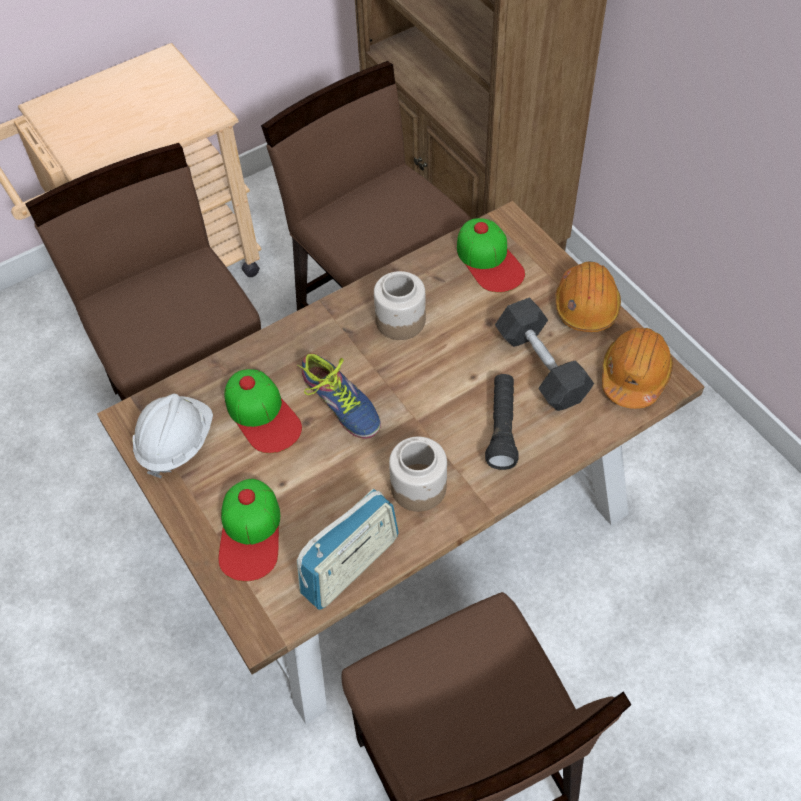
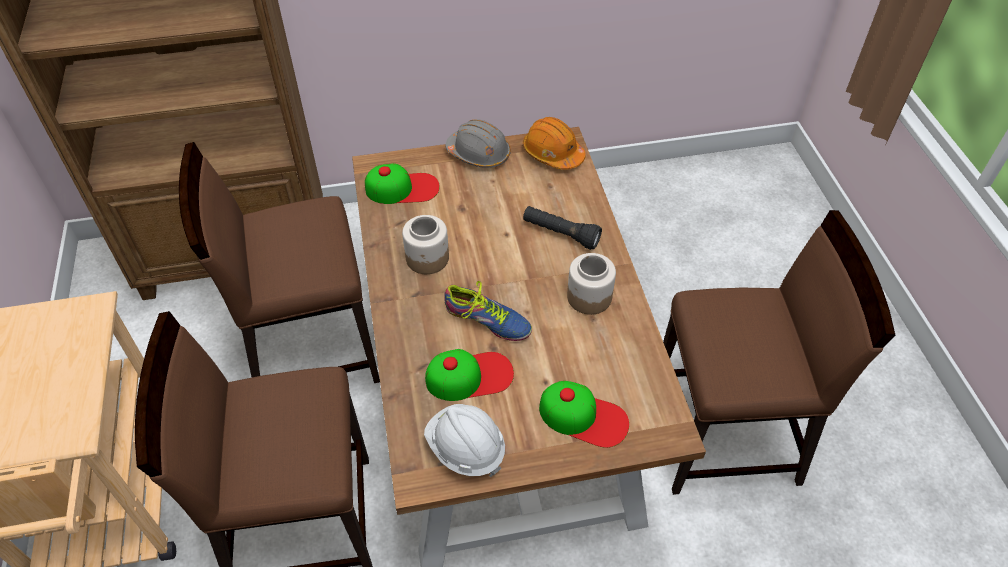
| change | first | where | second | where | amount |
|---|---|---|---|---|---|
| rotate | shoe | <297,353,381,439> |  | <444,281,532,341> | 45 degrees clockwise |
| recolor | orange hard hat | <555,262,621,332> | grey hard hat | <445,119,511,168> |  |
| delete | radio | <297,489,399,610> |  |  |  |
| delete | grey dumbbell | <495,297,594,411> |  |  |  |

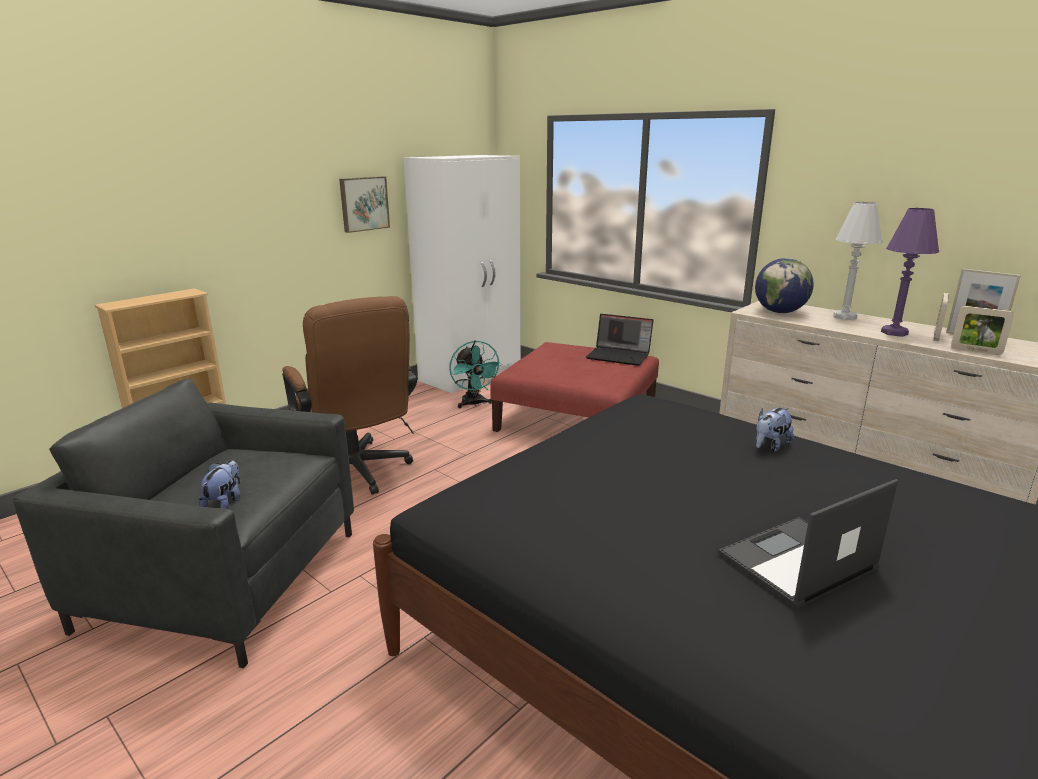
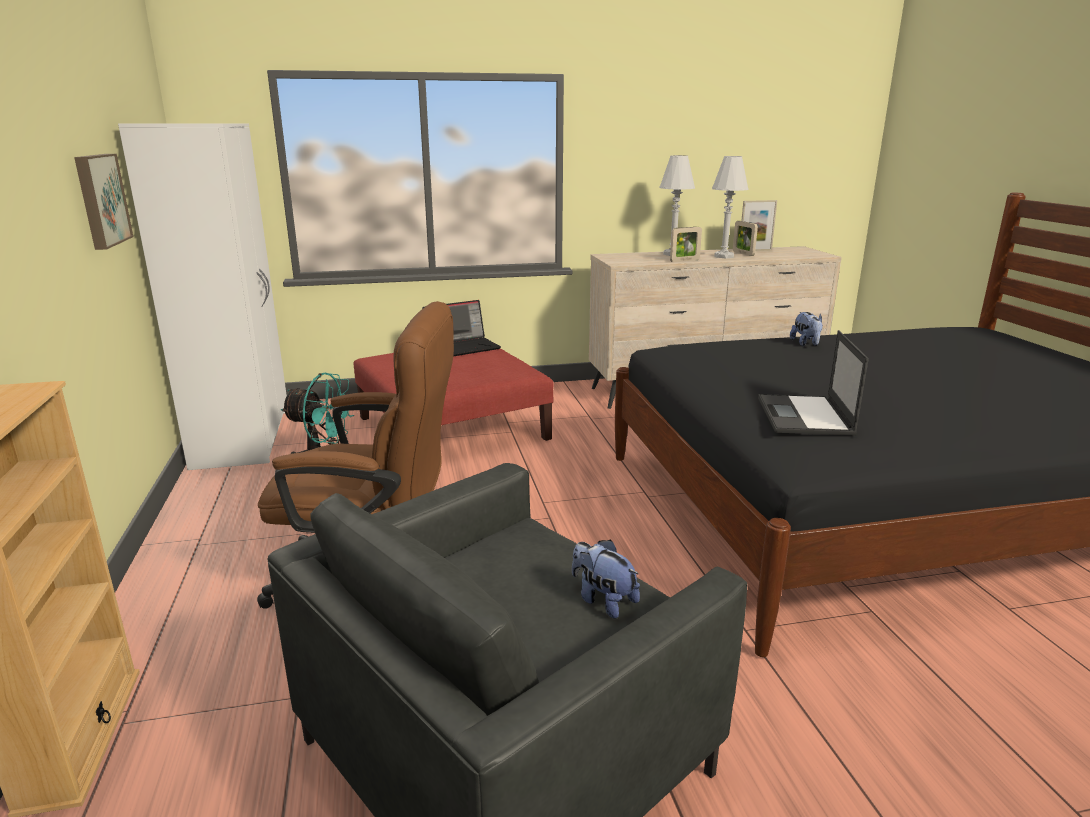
| change | first | where | second | where | amount |
|---|---|---|---|---|---|
| move | picture frame | <951,306,1014,355> |  | <670,227,702,262> |  |
| recolor | purple table lamp | <881,208,939,337> | white table lamp | <712,156,749,259> |  |
| move | laptop | <718,479,898,609> |  | <758,330,869,436> |  |
| delete | globe | <755,258,814,313> |  |  |  |

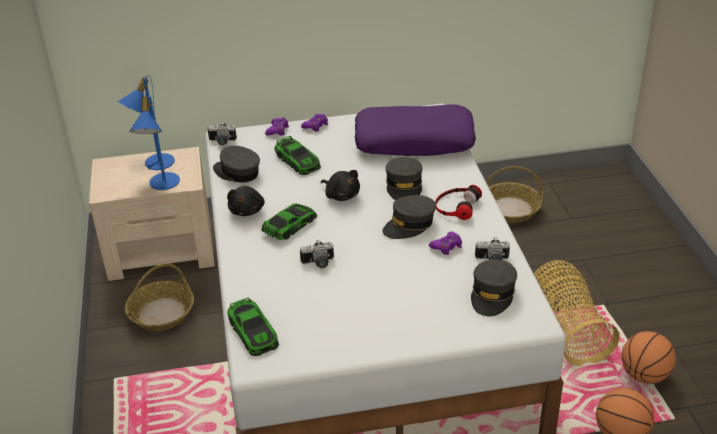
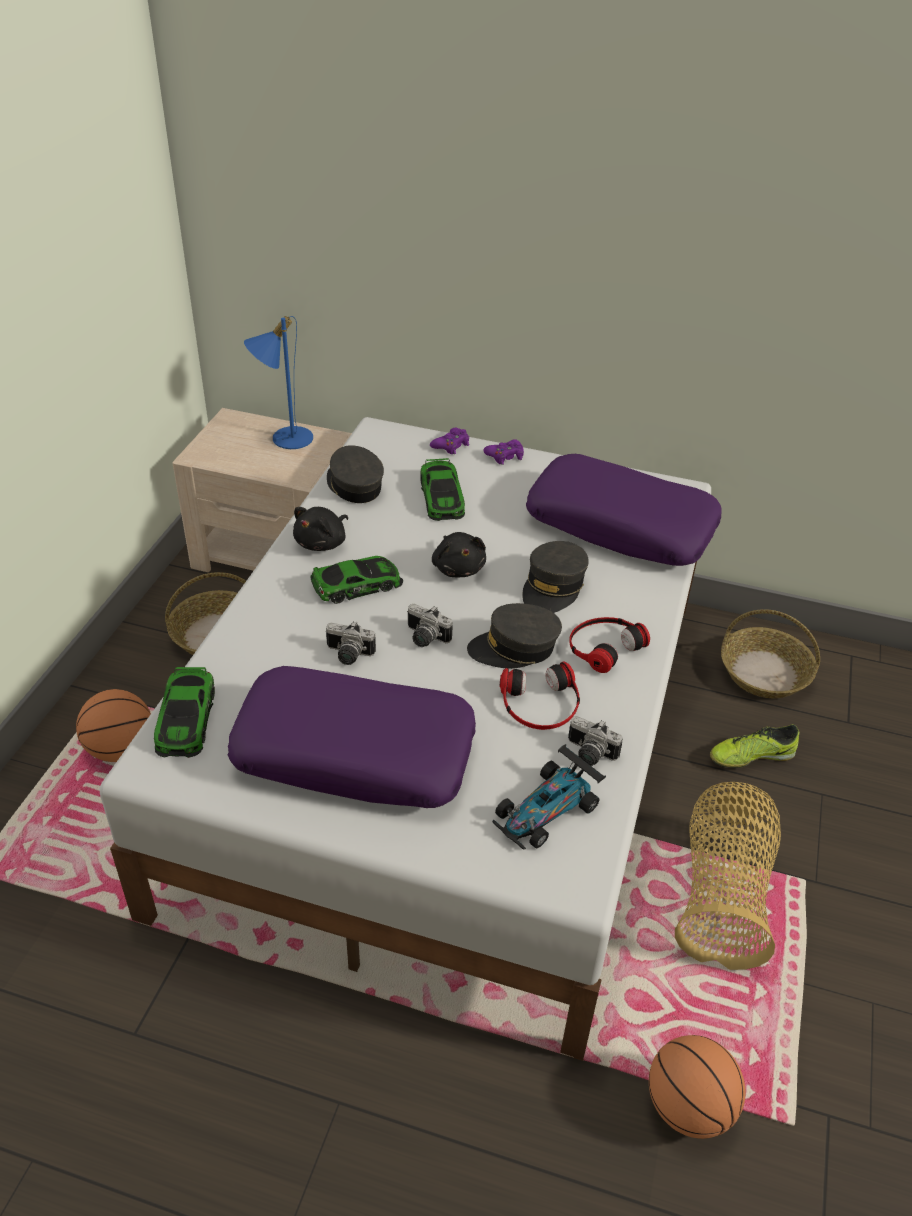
| change | first | where | second | where | amount |
|---|---|---|---|---|---|
| move | basketball | <622,331,676,384> |  | <76,689,151,762> |  |
| insert |  |  | purple pillow | <228,666,476,808> |  |
| move | photo camera | <208,122,237,145> |  | <407,604,453,647> |  |
| replace | grey cap | <471,259,517,316> | toy car | <492,744,606,850> |  |
| replace | purple game controller | <429,231,462,255> | headphones | <500,661,580,730> |  |
| insert |  |  | shoe | <710,724,800,768> |  |
| delete | blue table lamp | <130,94,180,190> |  |  |  |

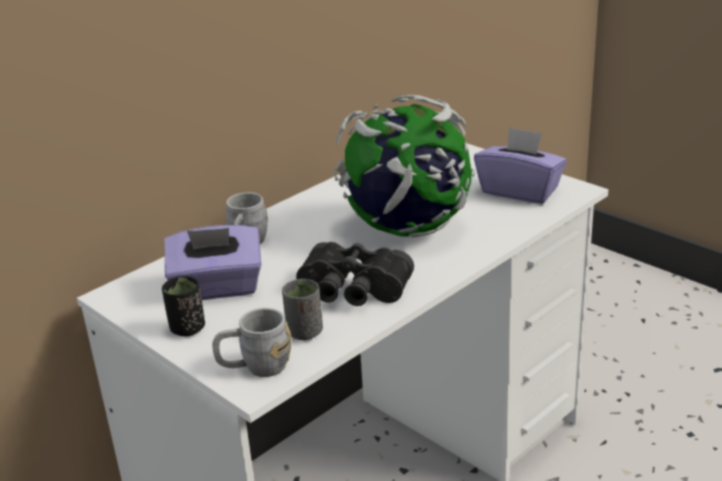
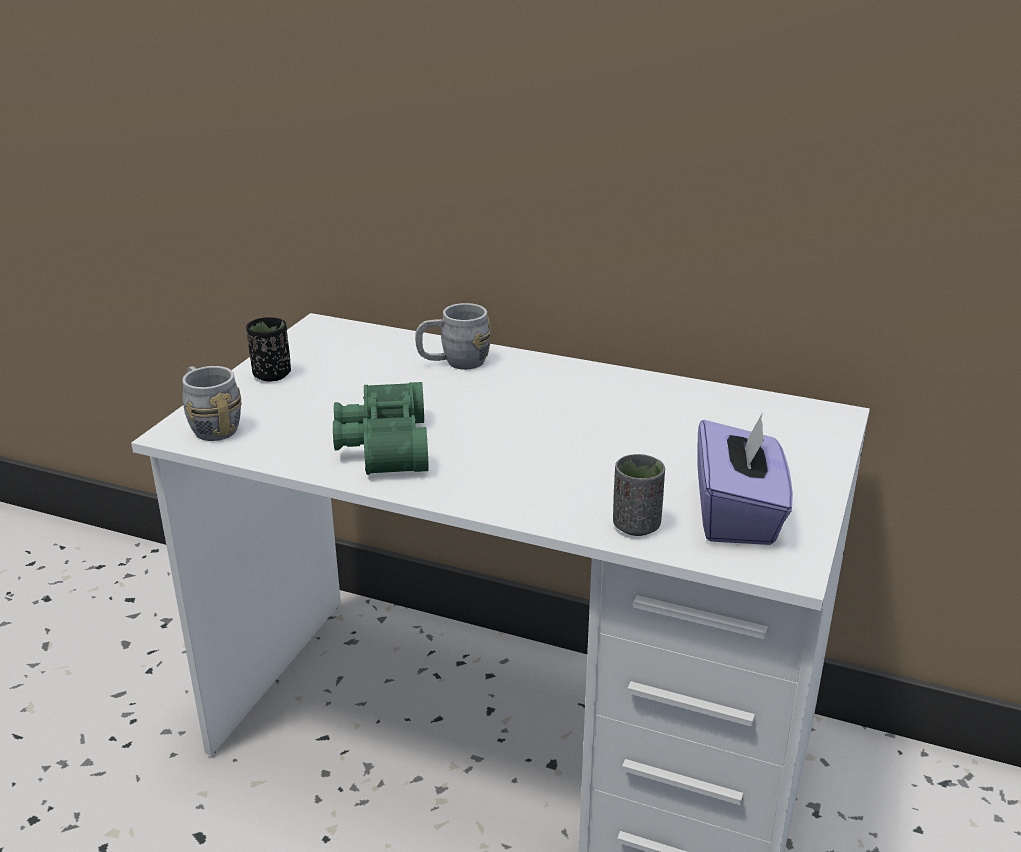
| change | first | where | second | where | amount |
|---|---|---|---|---|---|
| recolor | black binoculars | <296,242,414,306> | green binoculars | <333,382,429,475> |  |
| move | grey cup | <282,279,323,340> |  | <613,454,665,536> |  |
| delete | purple tissue box | <164,225,261,300> |  |  |  |
| delete | globe | <334,95,475,238> |  |  |  |

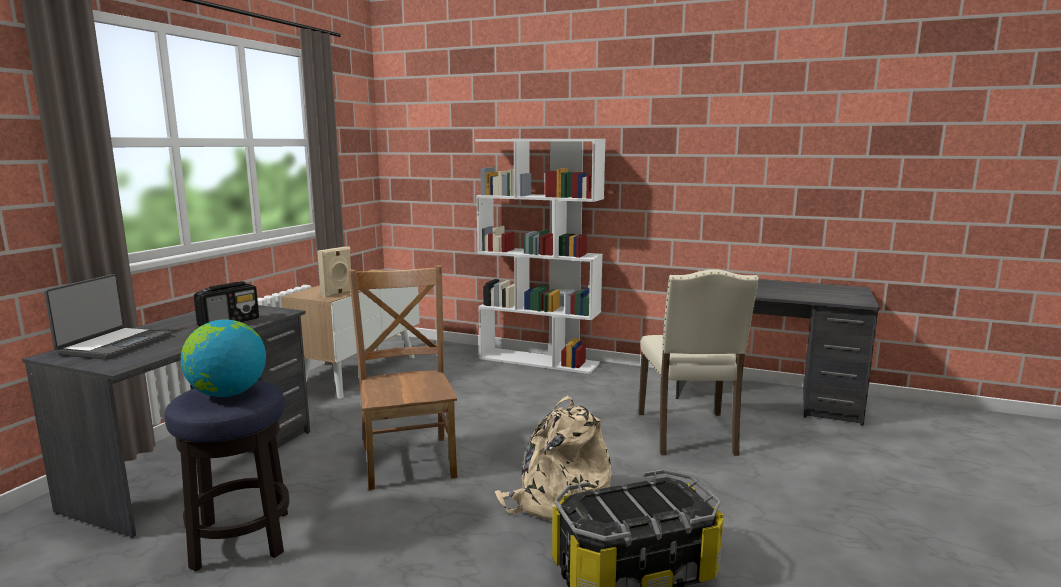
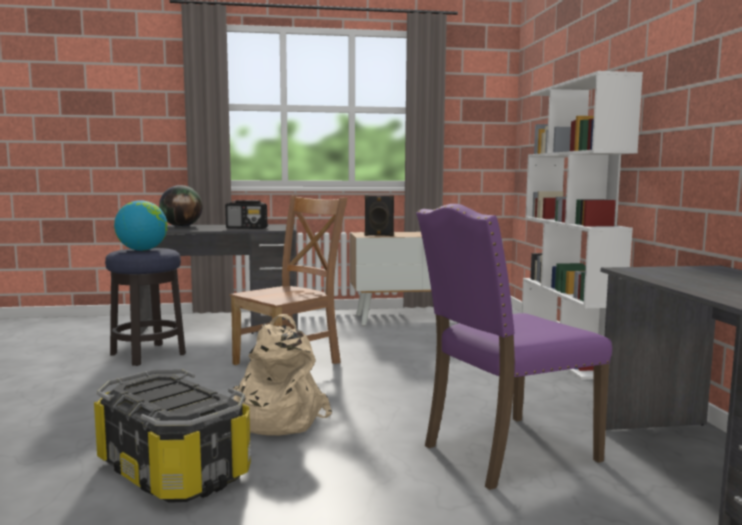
| change | first | where | second | where | amount |
|---|---|---|---|---|---|
| replace | laptop | <44,274,171,360> | globe | <159,185,203,227> |  |
| recolor | beige speaker | <317,247,351,298> | black speaker | <365,195,394,236> |  |
| recolor | beige chair | <639,269,759,456> | purple chair | <416,204,612,490> |  |

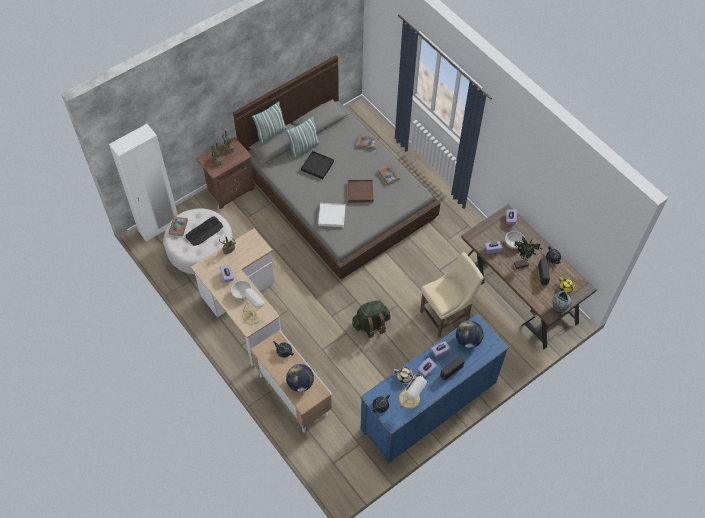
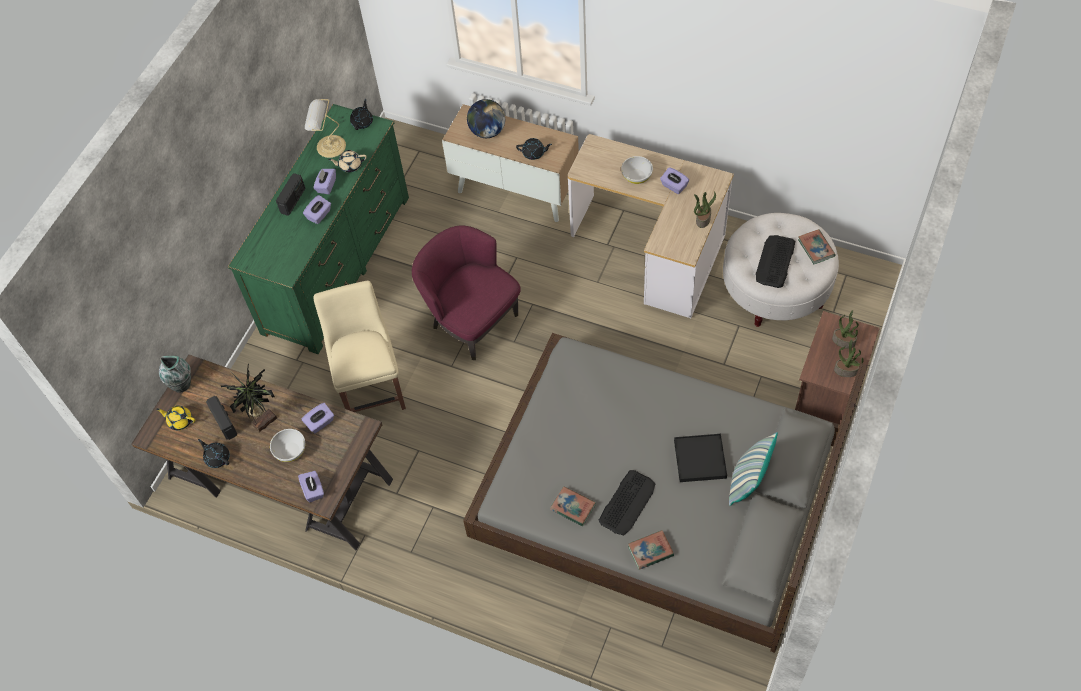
| change | first | where | second | where | amount |
|---|---|---|---|---|---|
| recolor | blue dresser | <360,314,509,463> | green dresser | <228,104,409,354> |  |
| rotate | beige chair | <420,252,484,337> |  | <314,280,406,412> | 135 degrees clockwise |
| replace | green backpack | <352,300,390,338> | purple armchair | <412,225,521,360> |  |
| insert |  |  | keyboard | <598,470,655,535> |  |
| delete | white wardrobe | <109,124,178,242> |  |  |  |
| delete | table lamp | <239,288,265,325> |  |  |  |
| delete | pillow | <252,101,287,144> |  |  |  |
| delete | white tray | <318,203,345,227> |  |  |  |
| delete | brown tray | <348,180,373,203> |  |  |  |
| delete | globe | <456,320,484,348> |  |  |  |

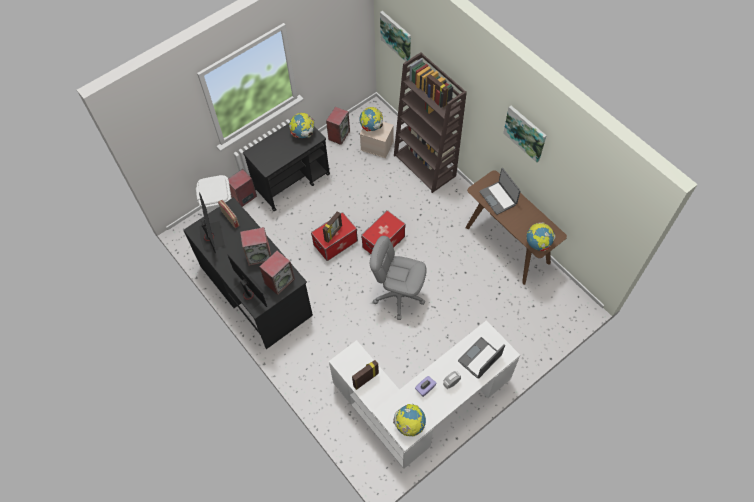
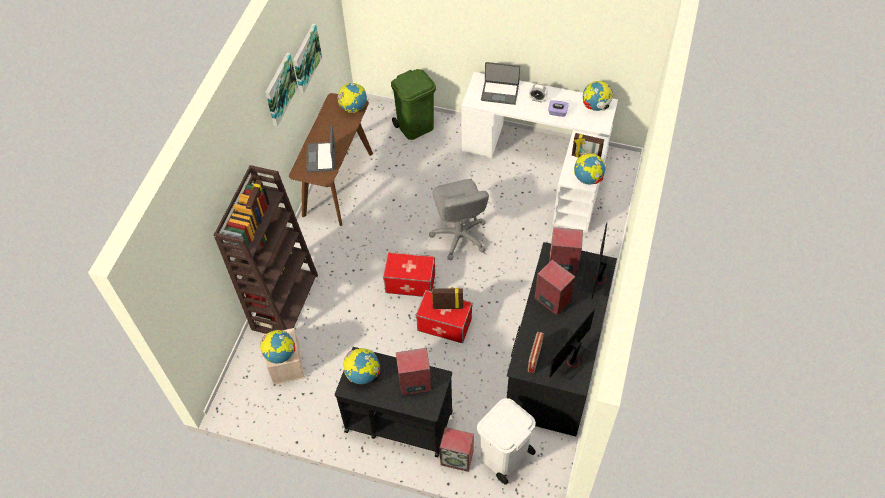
| change | first | where | second | where | amount |
|---|---|---|---|---|---|
| move | picture | <380,11,411,62> |  | <293,24,322,94> |  |
| rotate | laptop | <479,168,520,215> |  | <306,124,335,173> | 150 degrees clockwise |
| insert |  |  | green trash can | <391,69,436,140> |  |
| move | speaker | <326,107,350,145> |  | <396,348,432,395> |  |
| insert |  |  | globe | <574,152,606,184> |  |

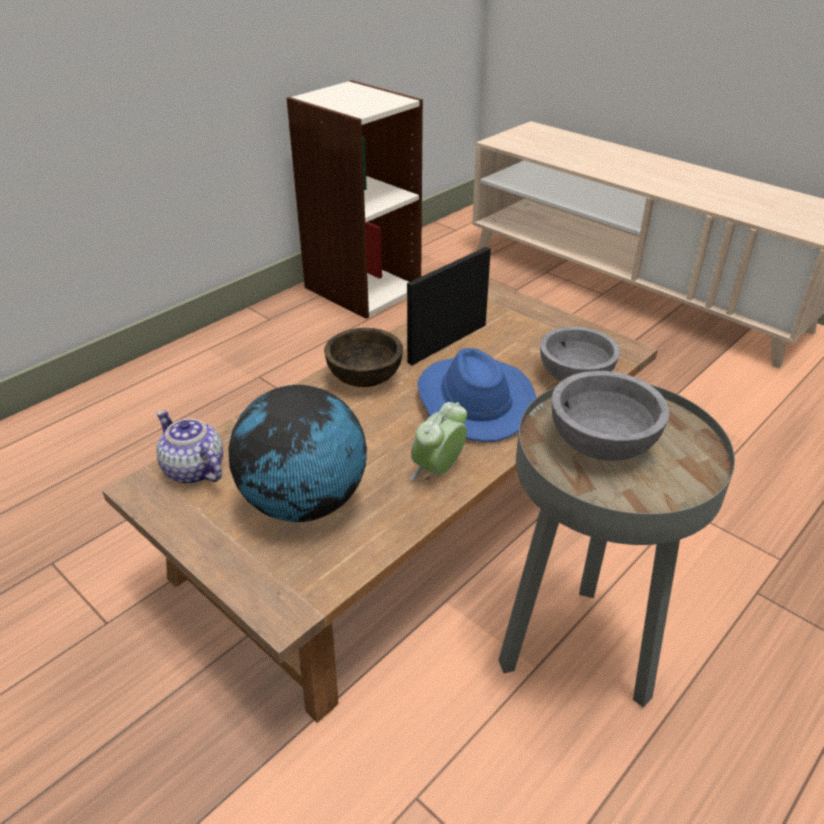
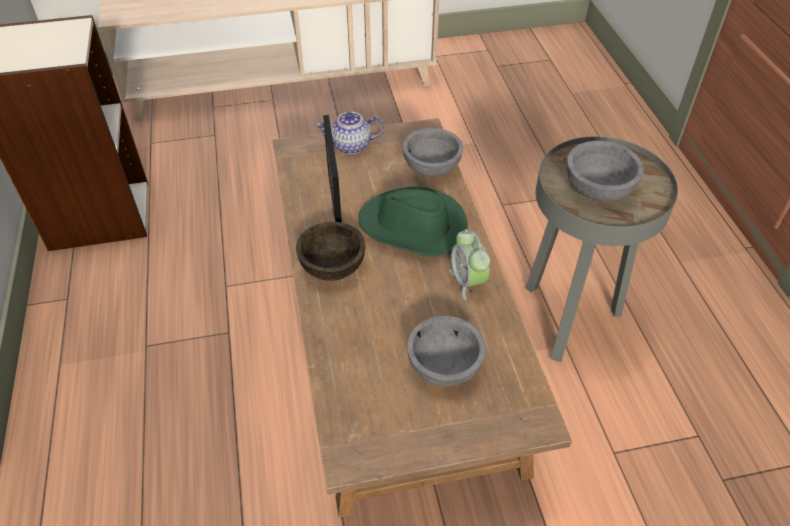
| change | first | where | second | where | amount |
|---|---|---|---|---|---|
| move | teapot | <157,410,223,484> |  | <316,112,384,154> |  |
| recolor | blue hat | <417,348,537,442> | green hat | <358,187,468,257> |  |
| replace | globe | <228,385,367,522> | grey bowl | <407,316,486,387> |  |

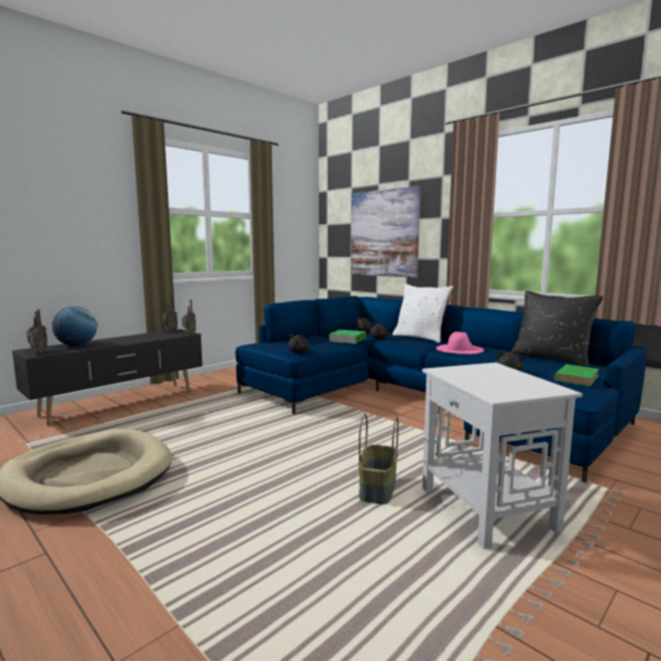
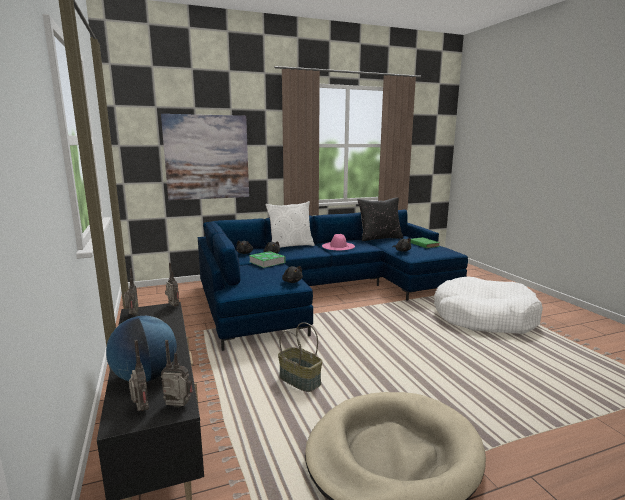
| change | first | where | second | where | amount |
|---|---|---|---|---|---|
| move | basket | <358,413,399,504> |  | <278,322,323,392> |  |
| replace | white side table | <422,362,582,549> | white dog bed | <434,276,543,334> |  |

